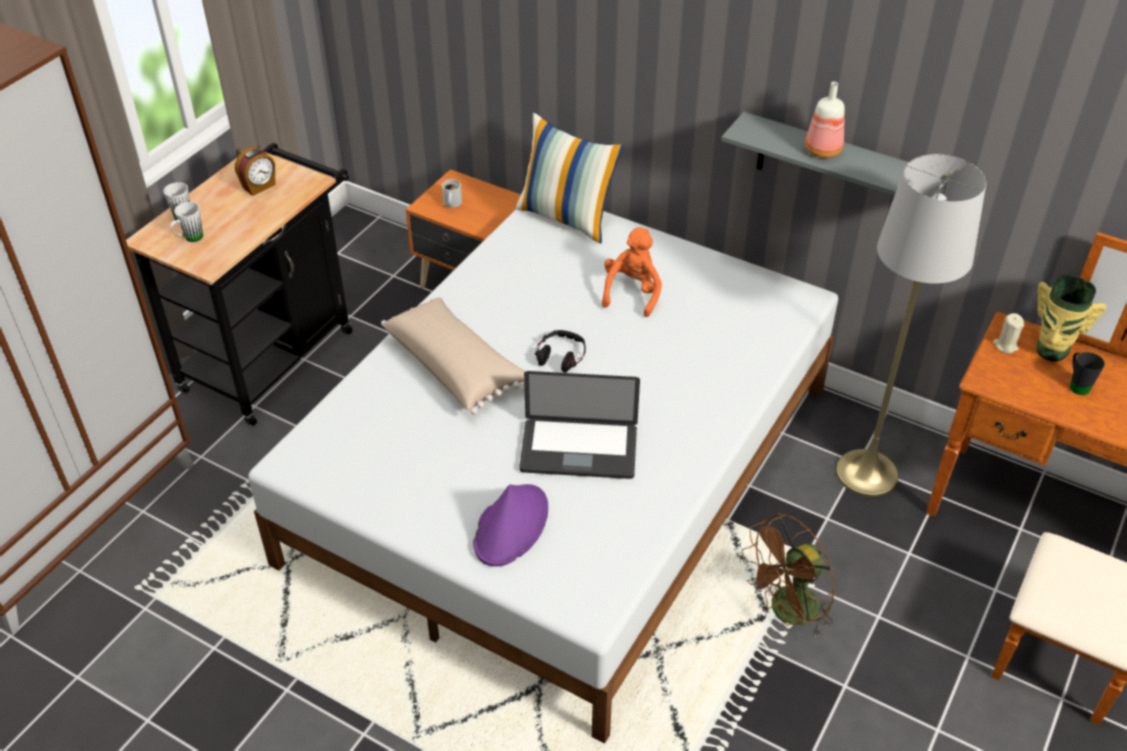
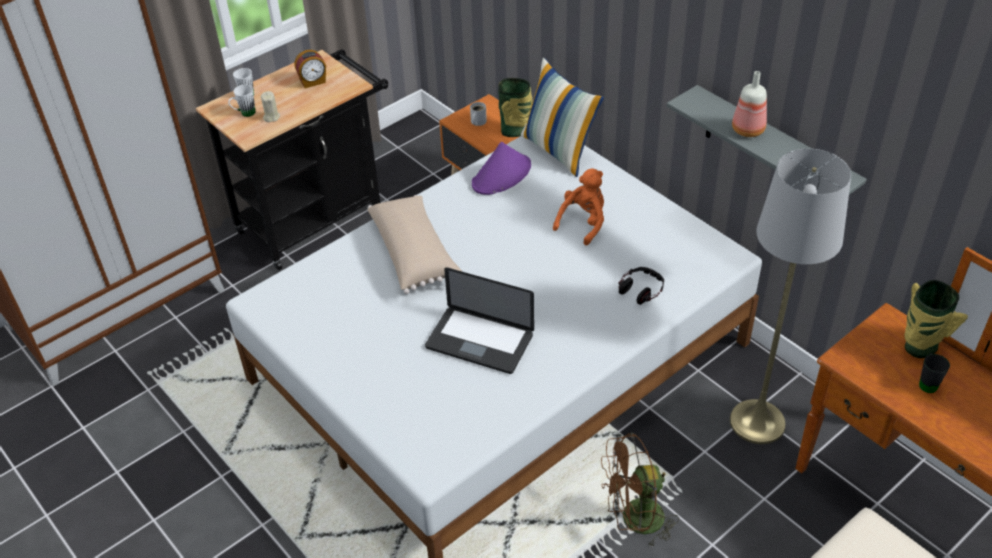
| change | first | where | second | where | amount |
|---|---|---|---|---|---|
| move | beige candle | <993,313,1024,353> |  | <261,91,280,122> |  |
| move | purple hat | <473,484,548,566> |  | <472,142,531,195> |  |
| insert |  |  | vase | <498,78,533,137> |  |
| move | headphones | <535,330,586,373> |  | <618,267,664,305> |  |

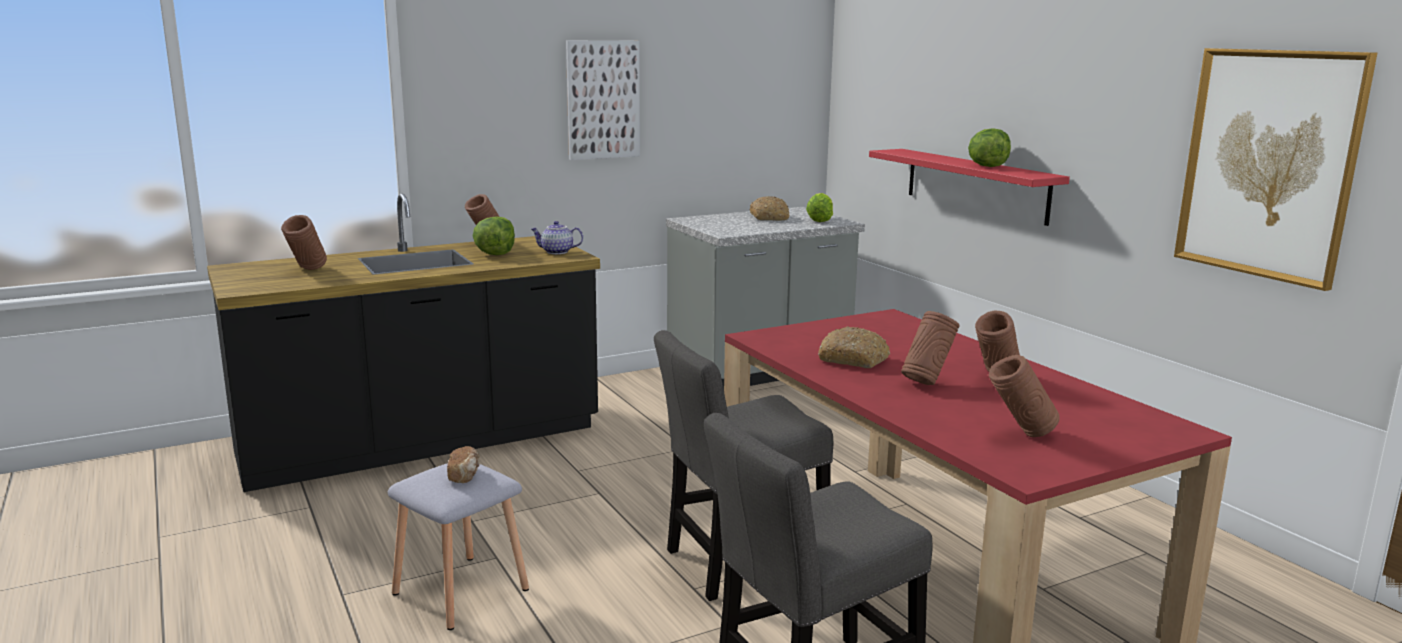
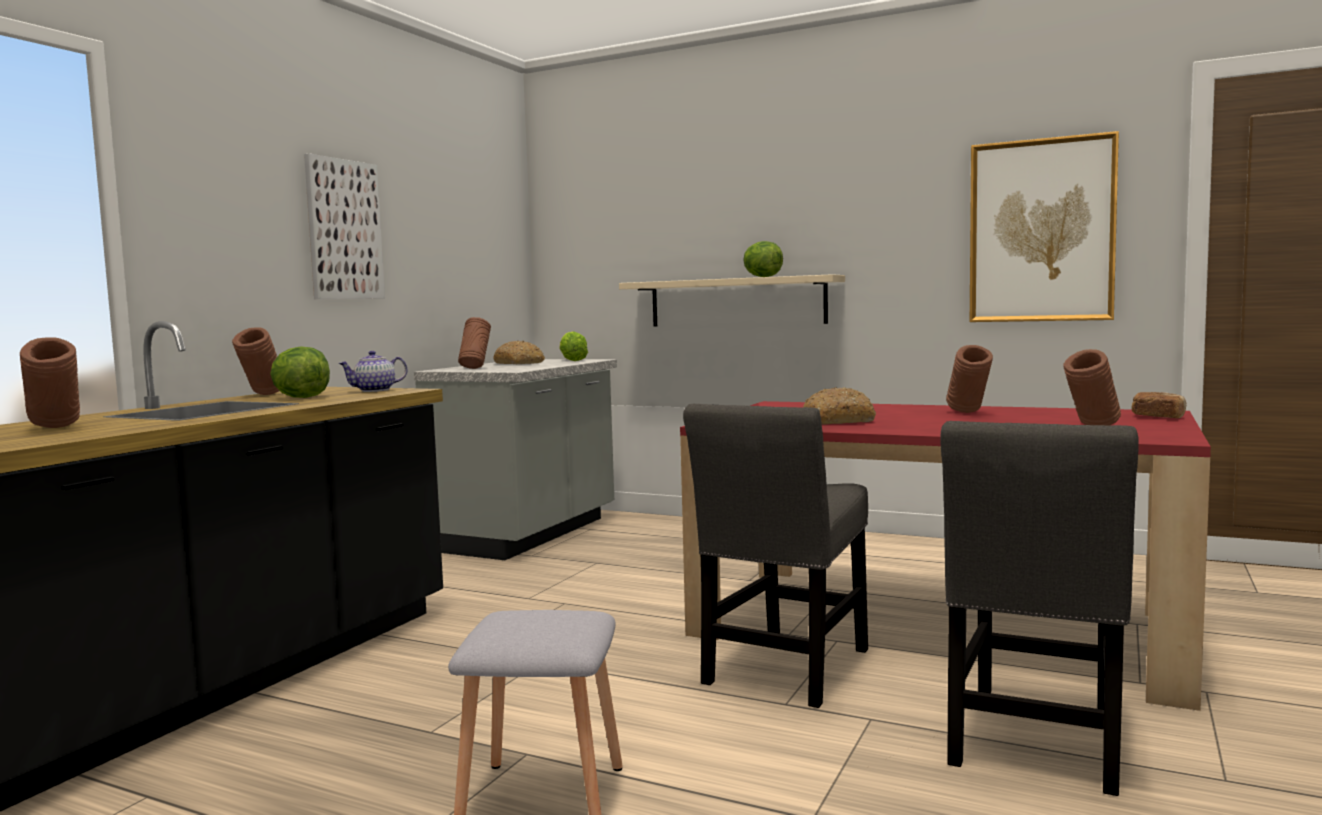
| change | first | where | second | where | amount |
|---|---|---|---|---|---|
| move | brown vase | <901,311,960,385> |  | <458,317,491,369> |  |
| recolor | red shelf | <869,149,1070,226> | beige shelf | <619,274,845,326> |  |
| move | bread | <447,446,480,483> |  | <1132,392,1186,418> |  |

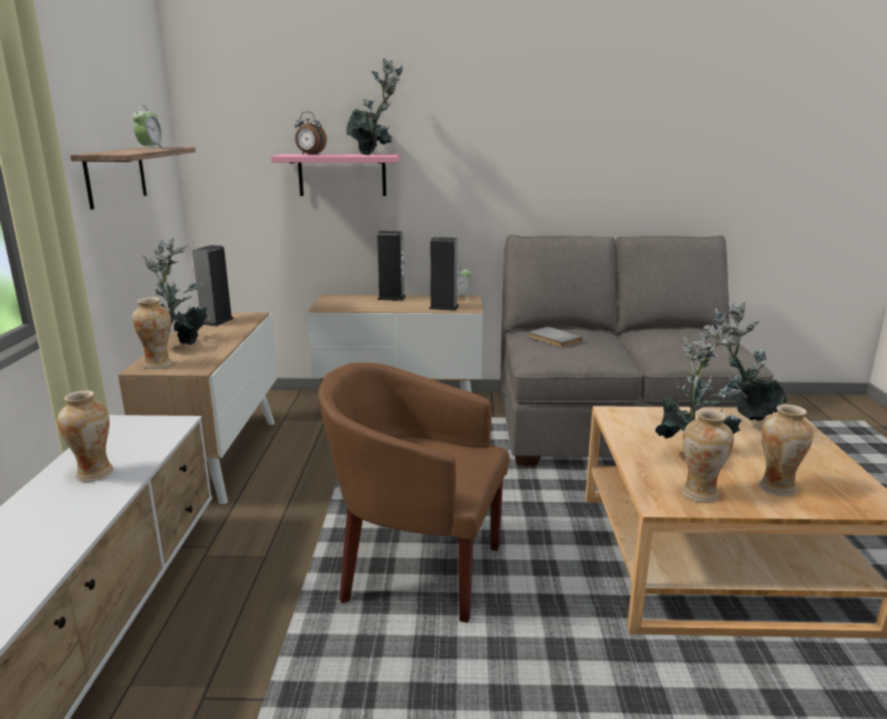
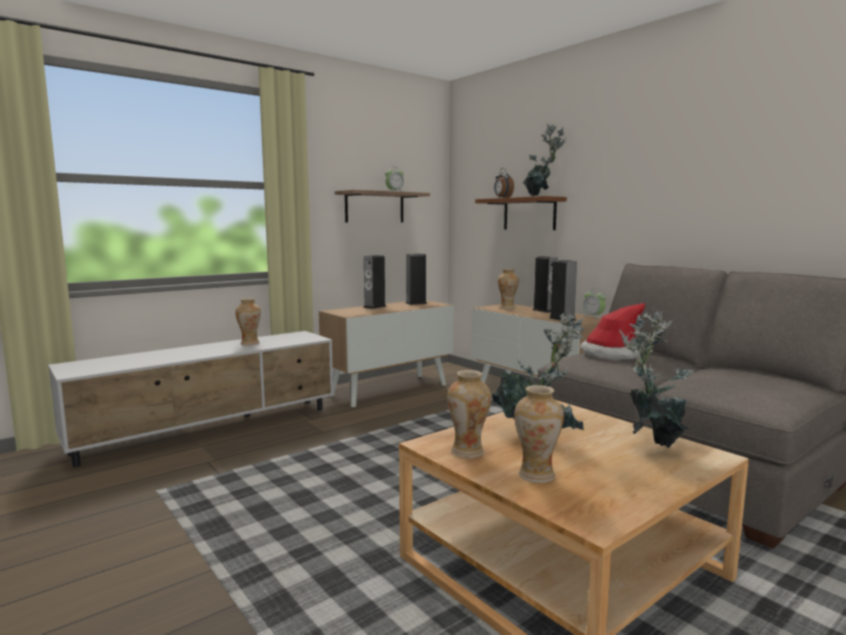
| change | first | where | second | where | amount |
|---|---|---|---|---|---|
| replace | potted plant | <143,238,207,345> | speaker | <363,255,386,309> |  |
| recolor | pink shelf | <271,154,401,196> | brown shelf | <475,196,567,230> |  |
| move | vase | <132,297,172,369> |  | <498,269,519,309> |  |
| replace | grey book | <529,327,582,348> | hat | <580,303,645,361> |  |
| delete | brown armchair | <318,362,510,623> |  |  |  |

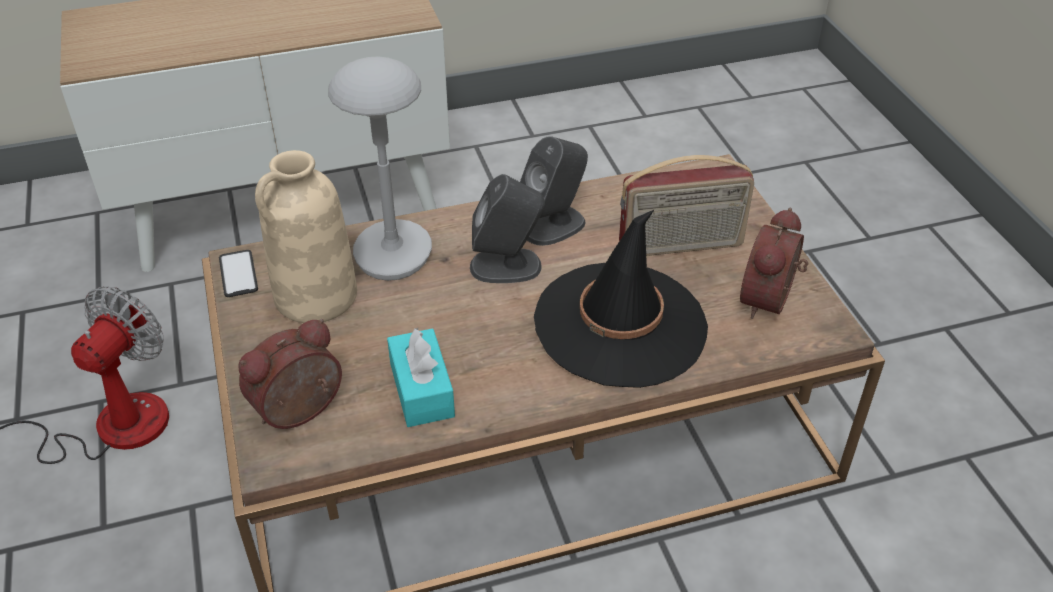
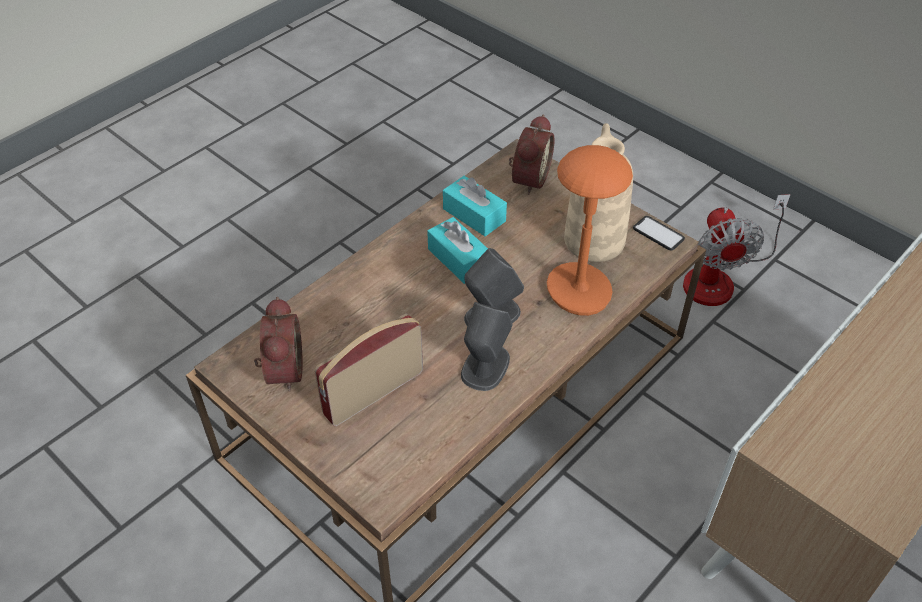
| change | first | where | second | where | amount |
|---|---|---|---|---|---|
| insert |  |  | turquoise tissue box | <427,217,488,284> |  |
| recolor | grey table lamp | <328,56,432,281> | orange table lamp | <547,145,633,316> |  |
| delete | black hat | <534,209,708,388> |  |  |  |

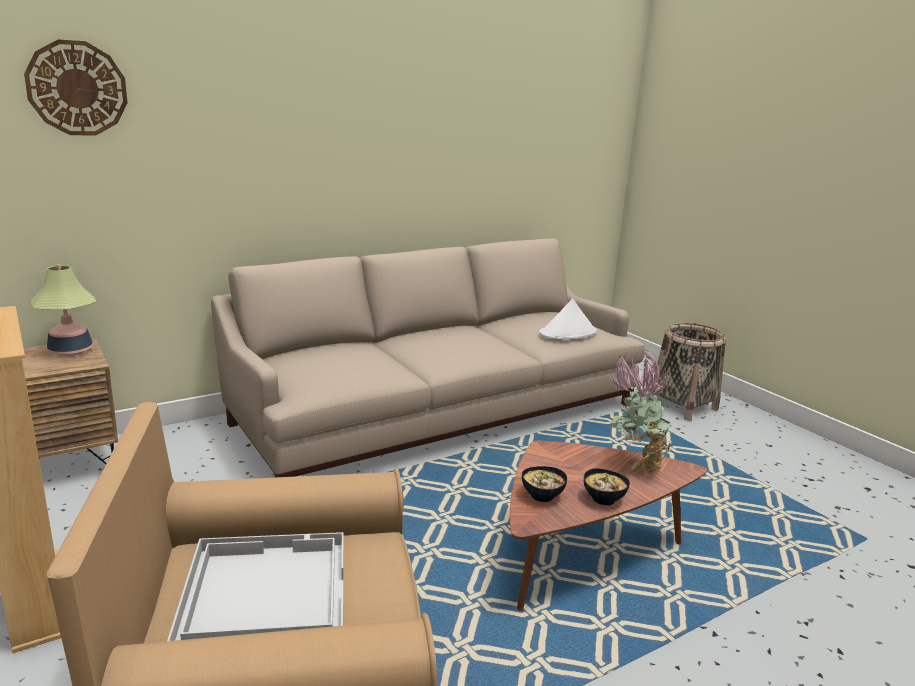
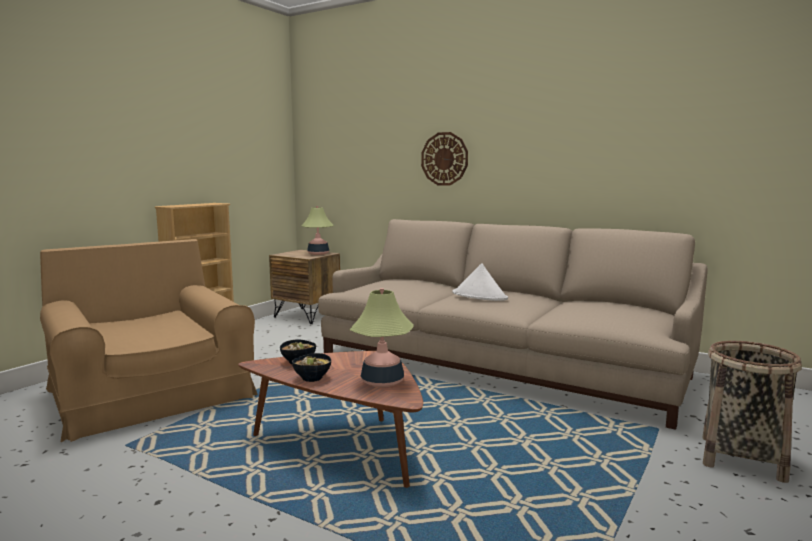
| change | first | where | second | where | amount |
|---|---|---|---|---|---|
| replace | potted plant | <610,351,673,478> | table lamp | <349,288,414,388> |  |
| move | wall clock | <24,39,128,135> |  | <421,132,468,186> |  |
| move | white hat | <539,299,597,339> |  | <452,263,508,301> |  |
| delete | white tray | <167,532,344,641> |  |  |  |

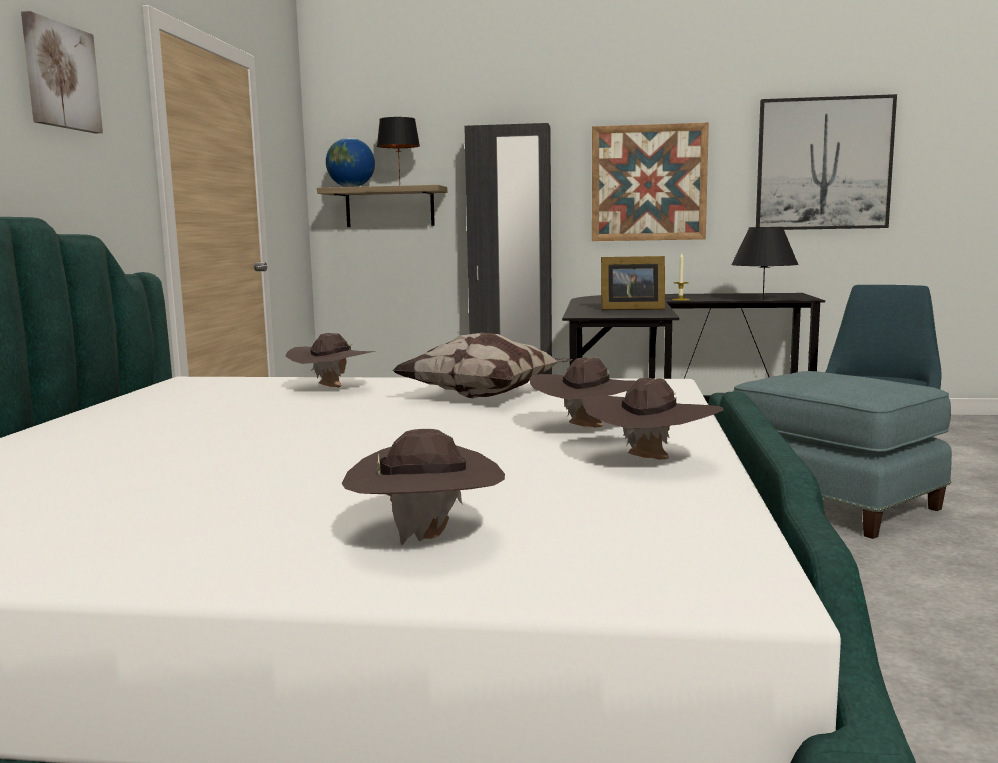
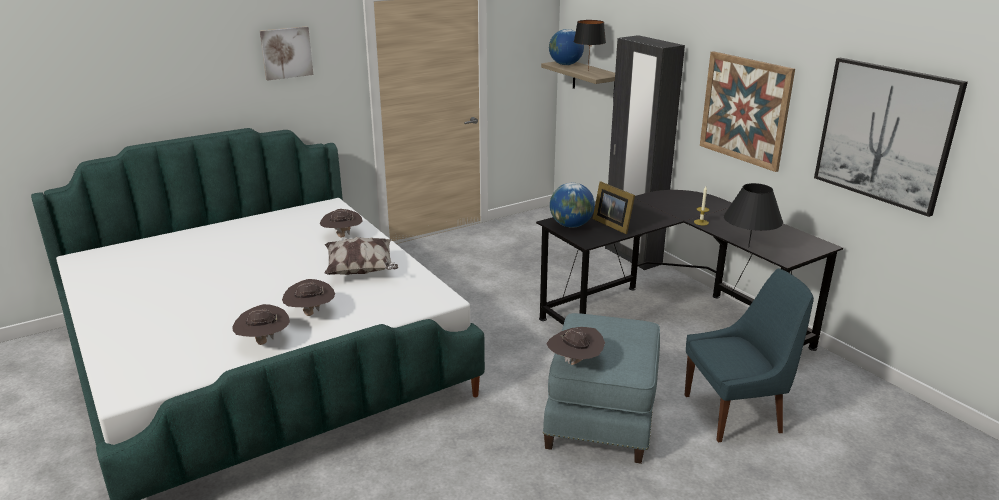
| change | first | where | second | where | amount |
|---|---|---|---|---|---|
| move | brown hat | <342,429,505,545> |  | <546,327,605,365> |  |
| insert |  |  | globe | <550,183,595,228> |  |

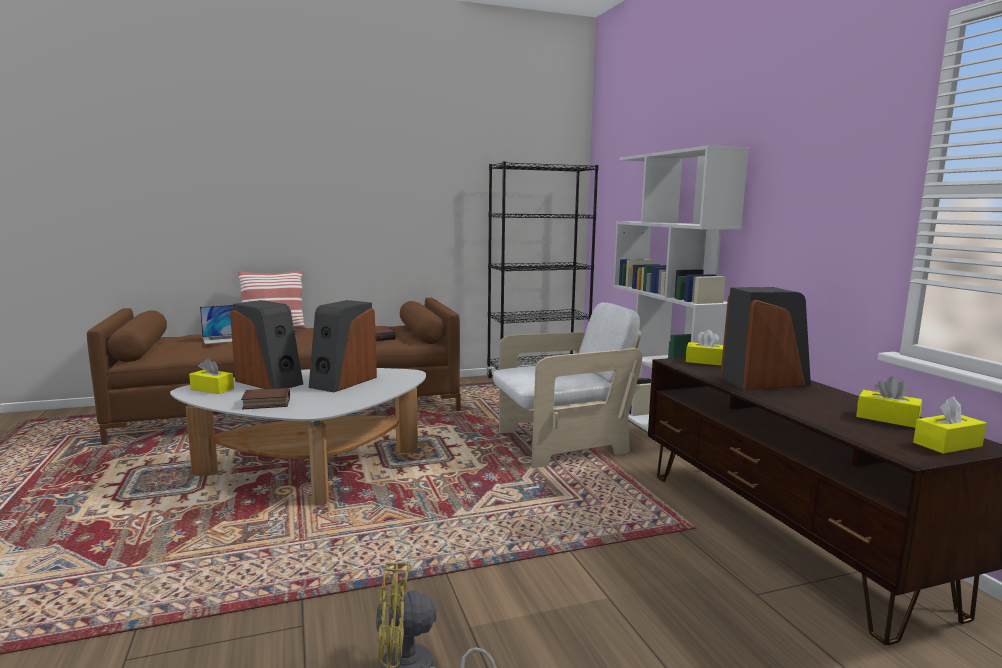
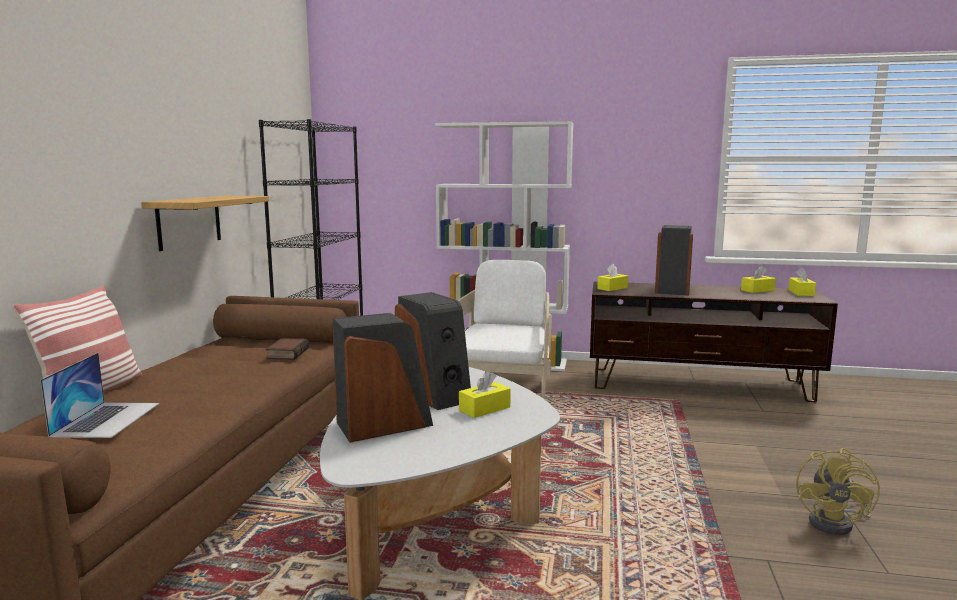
| change | first | where | second | where | amount |
|---|---|---|---|---|---|
| insert |  |  | shelf | <141,196,269,251> |  |
| move | yellow tissue box | <189,358,234,394> |  | <459,371,511,418> |  |
| delete | book | <241,388,290,409> |  |  |  |

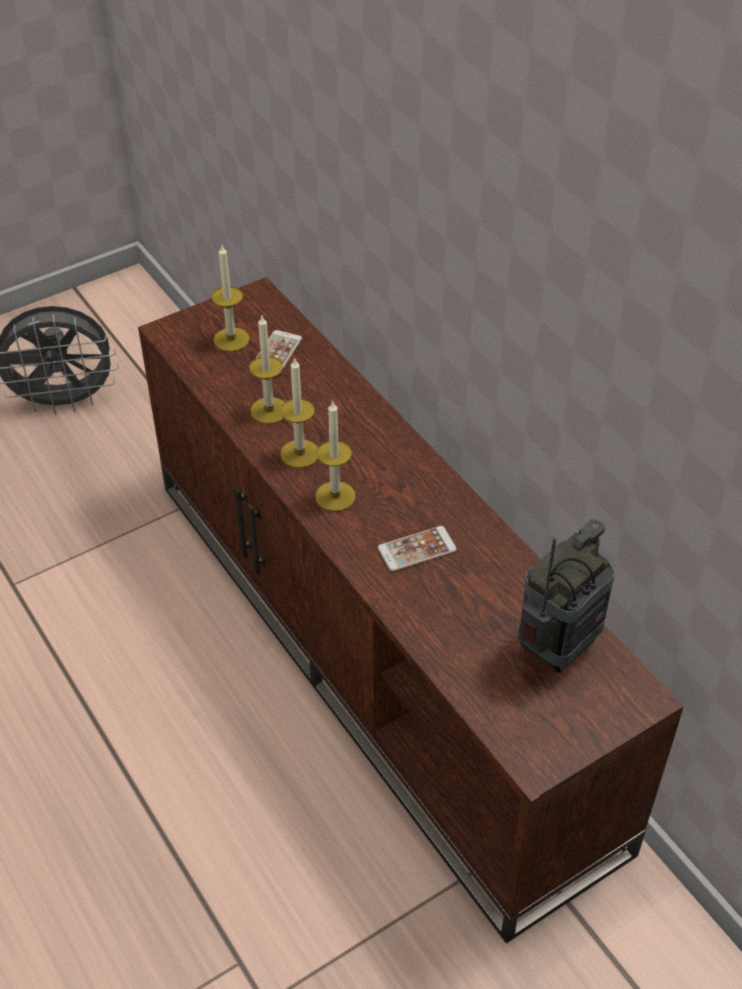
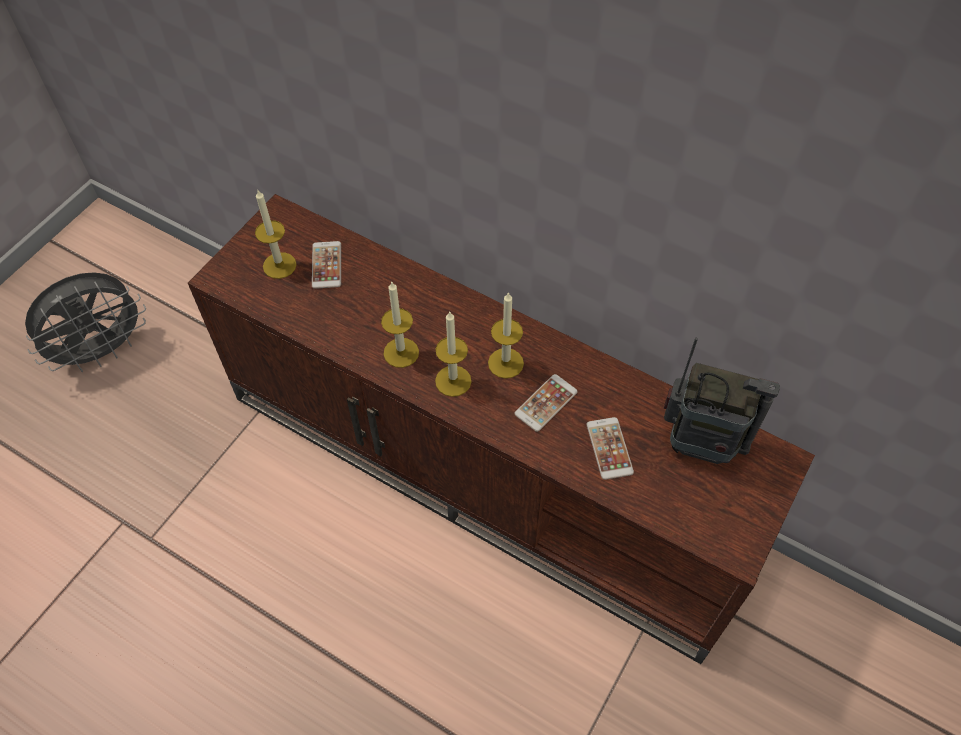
| change | first | where | second | where | amount |
|---|---|---|---|---|---|
| move | candle | <250,316,285,424> |  | <488,292,524,379> |  |
| insert |  |  | phone | <586,417,634,480> |  |
| rotate | radio | <518,519,615,673> |  | <664,338,780,464> | 90 degrees clockwise |

